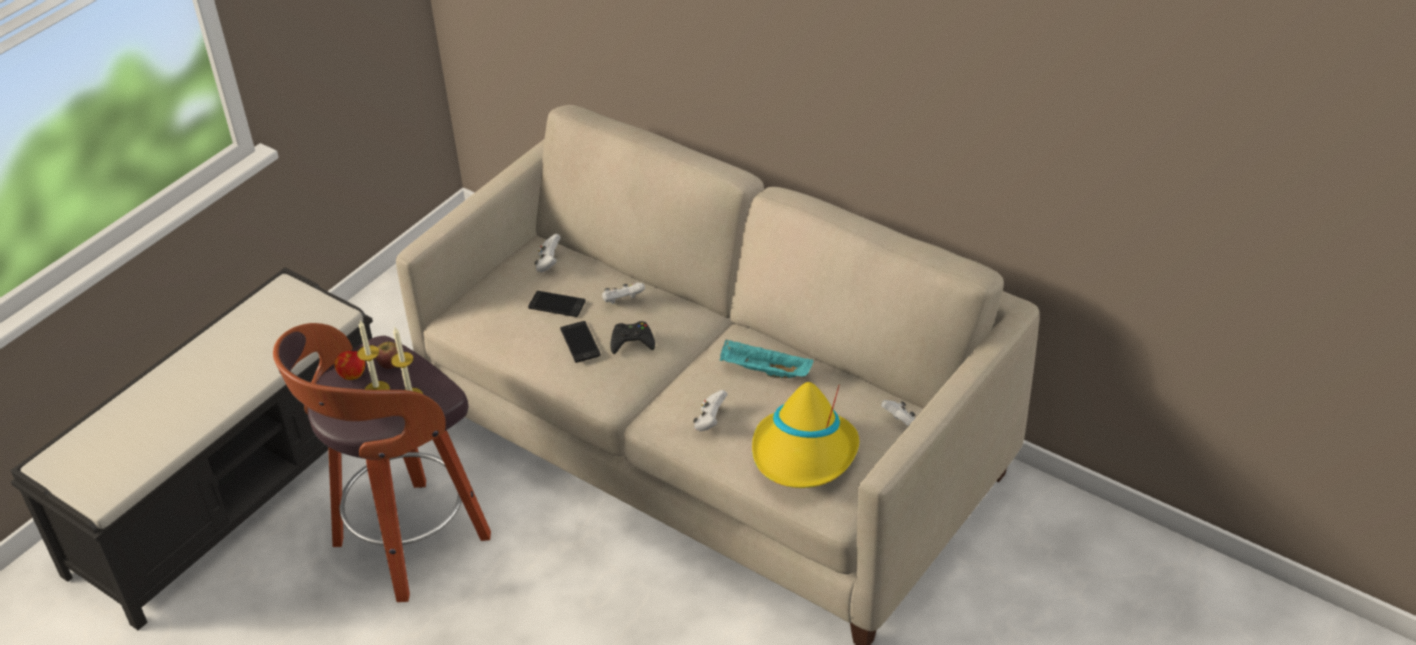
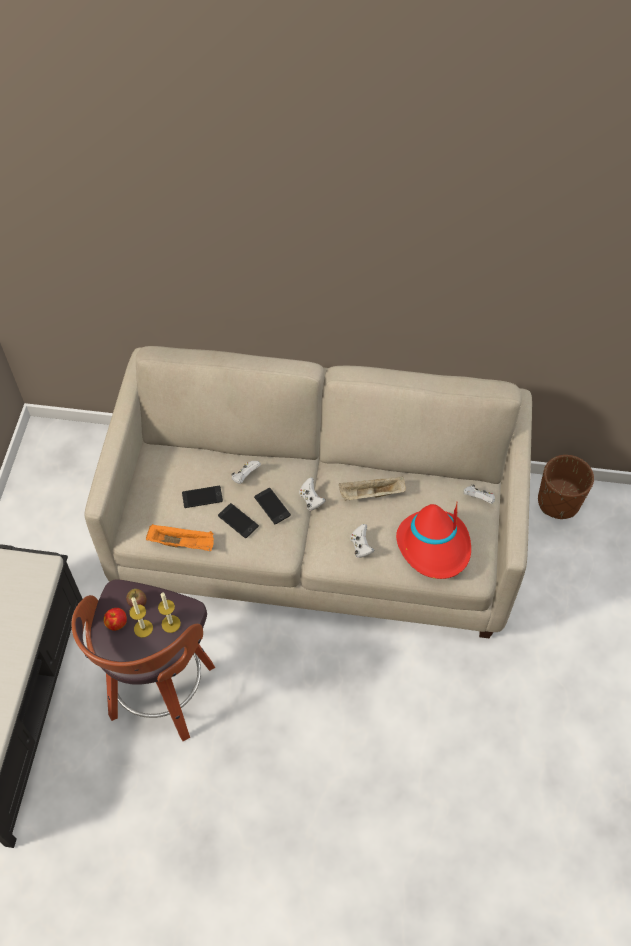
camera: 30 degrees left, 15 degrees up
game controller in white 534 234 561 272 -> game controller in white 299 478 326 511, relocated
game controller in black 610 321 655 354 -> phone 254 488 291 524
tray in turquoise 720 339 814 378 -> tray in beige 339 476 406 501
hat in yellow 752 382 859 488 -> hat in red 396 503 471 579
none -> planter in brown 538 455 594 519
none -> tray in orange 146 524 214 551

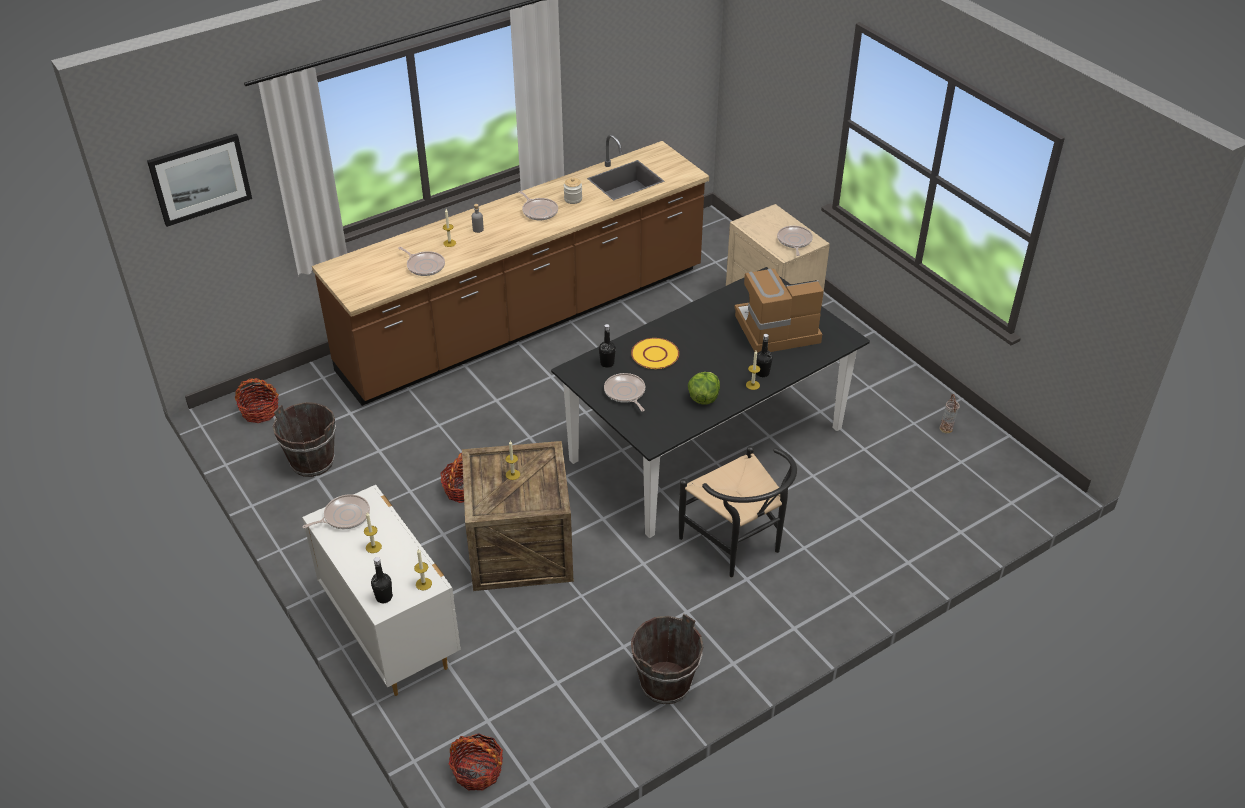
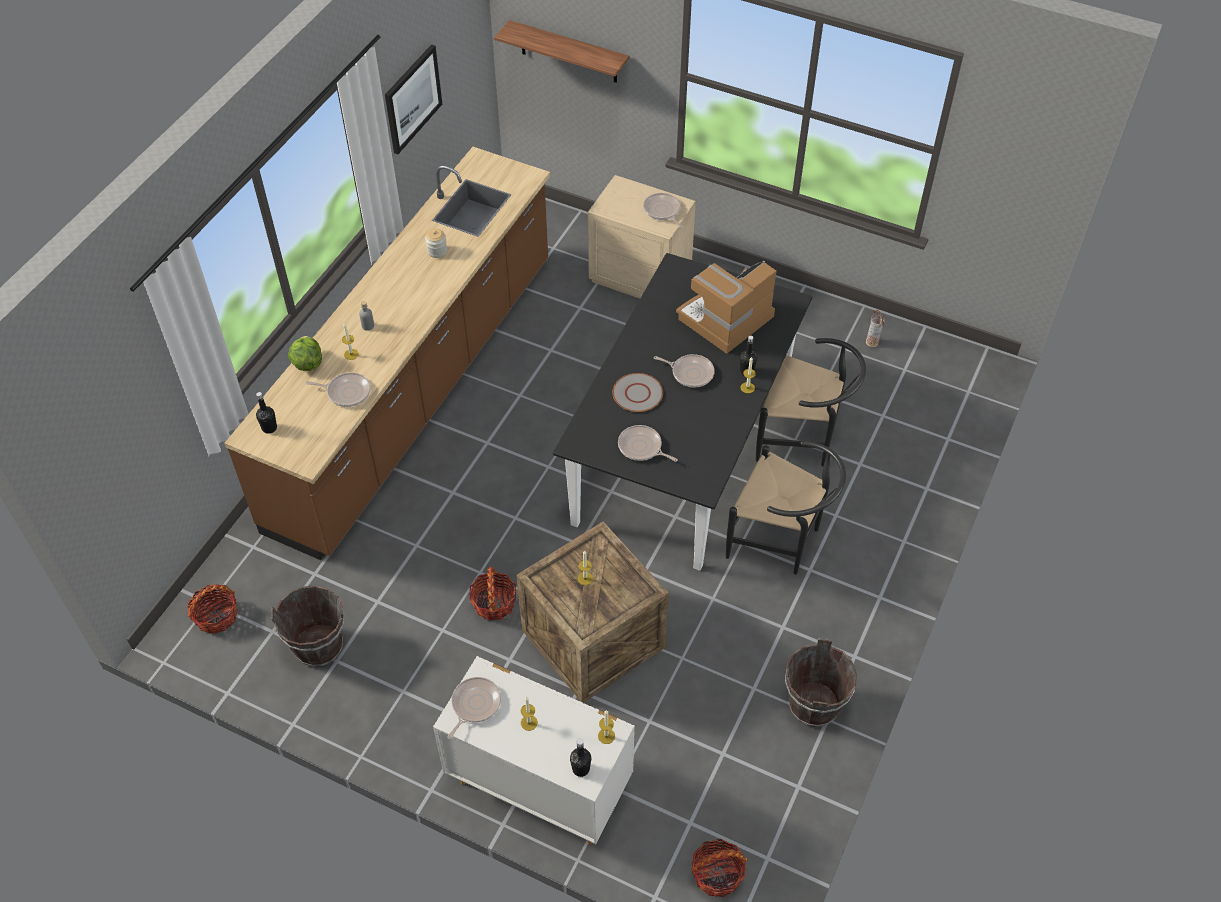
camera: 30 degrees left, 10 degrees up
picture 147 134 252 227 -> picture 385 44 442 154, relocated
frying pan 519 191 558 220 -> frying pan 654 354 715 388, relocated
bottle in black 599 324 616 368 -> bottle in black 256 392 277 434, relocated
plate in yellow 631 338 679 369 -> plate in grey 612 373 663 412
lettuce 688 372 720 405 -> lettuce 288 336 322 371, relocated
none -> shelf 494 20 629 83
none -> chair in black 755 338 866 467

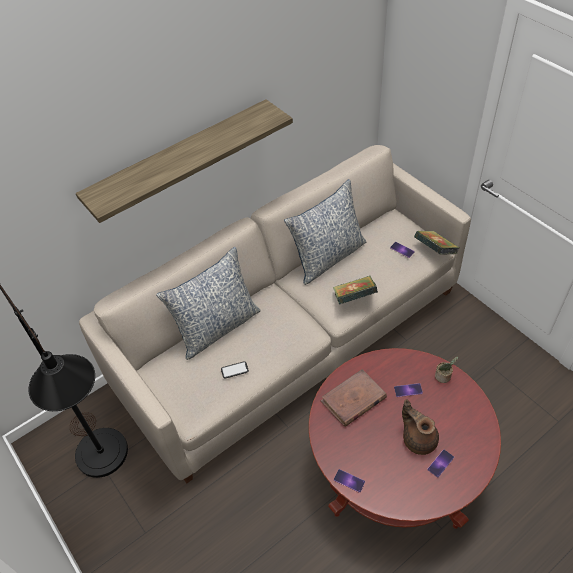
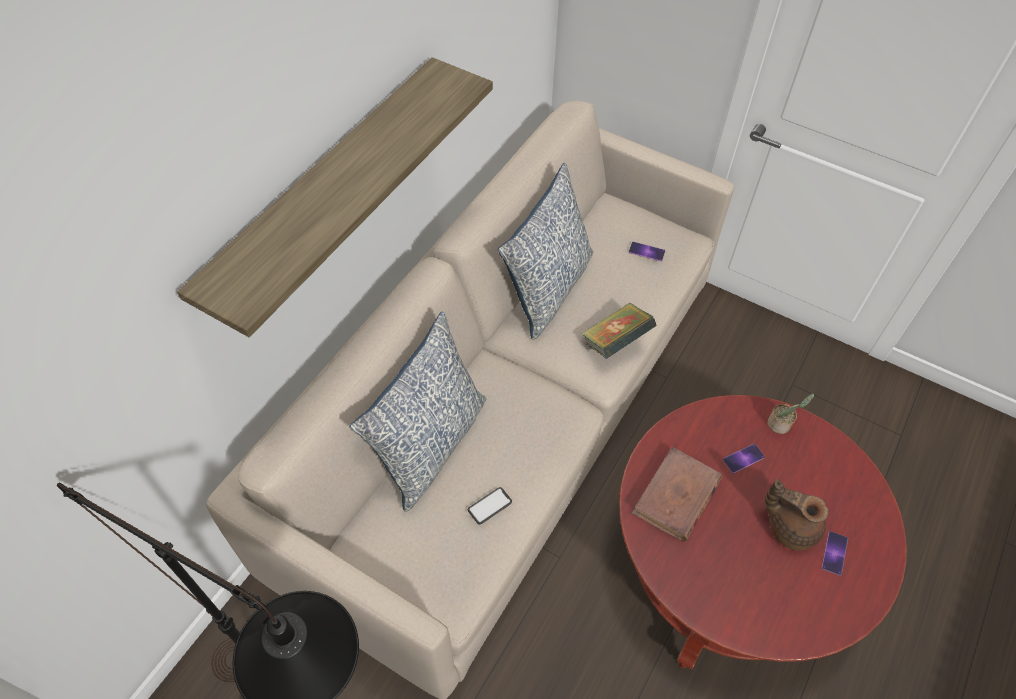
camera: 25 degrees left, 5 degrees up
book 414 231 459 255 -> none
phone 334 469 365 493 -> none

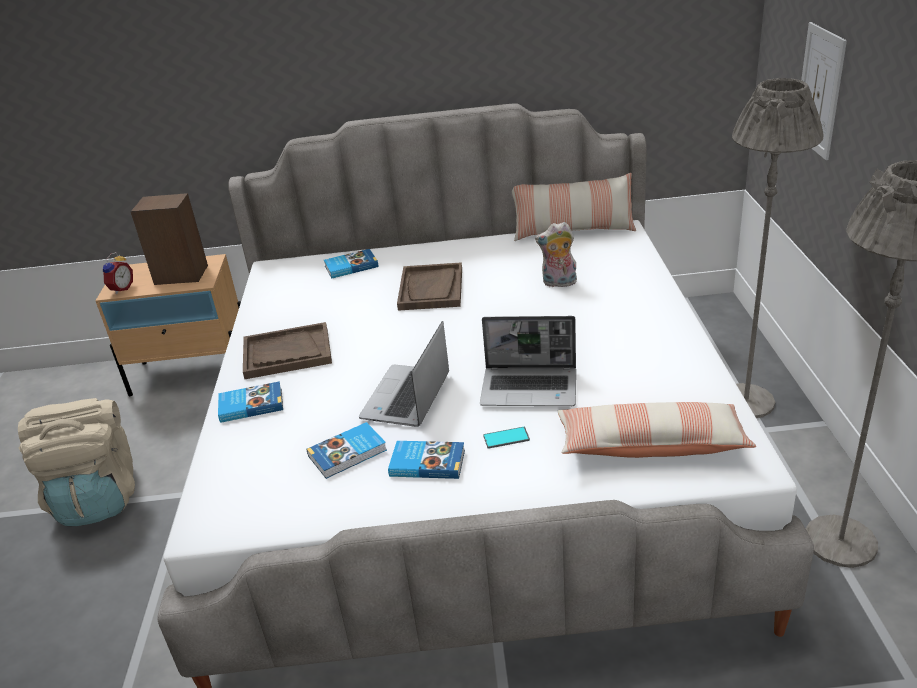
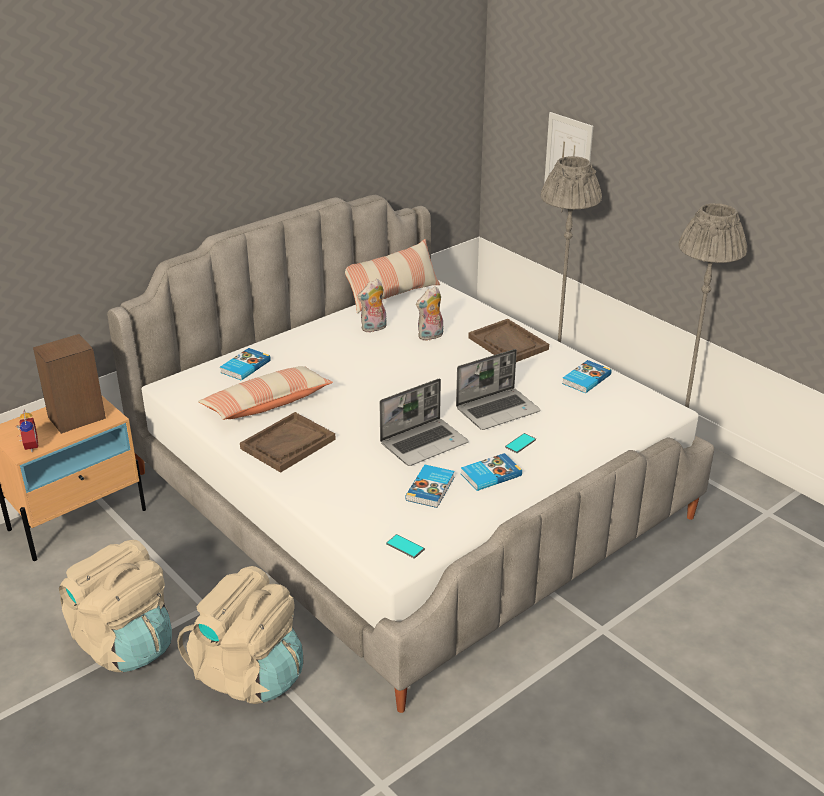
camera: 40 degrees left, 0 degrees up
tray in brown 397 262 462 311 -> tray in brown 468 319 549 362, relocated
laptop 359 321 449 427 -> laptop 379 378 469 466, 105 degrees counterclockwise
book 218 381 283 423 -> book 562 360 611 393, relocated
pillow 558 402 756 458 -> pillow 198 366 333 420, relocated
none -> plush toy 358 279 387 333
none -> phone 386 534 425 558
none -> backpack in beige 177 566 303 704

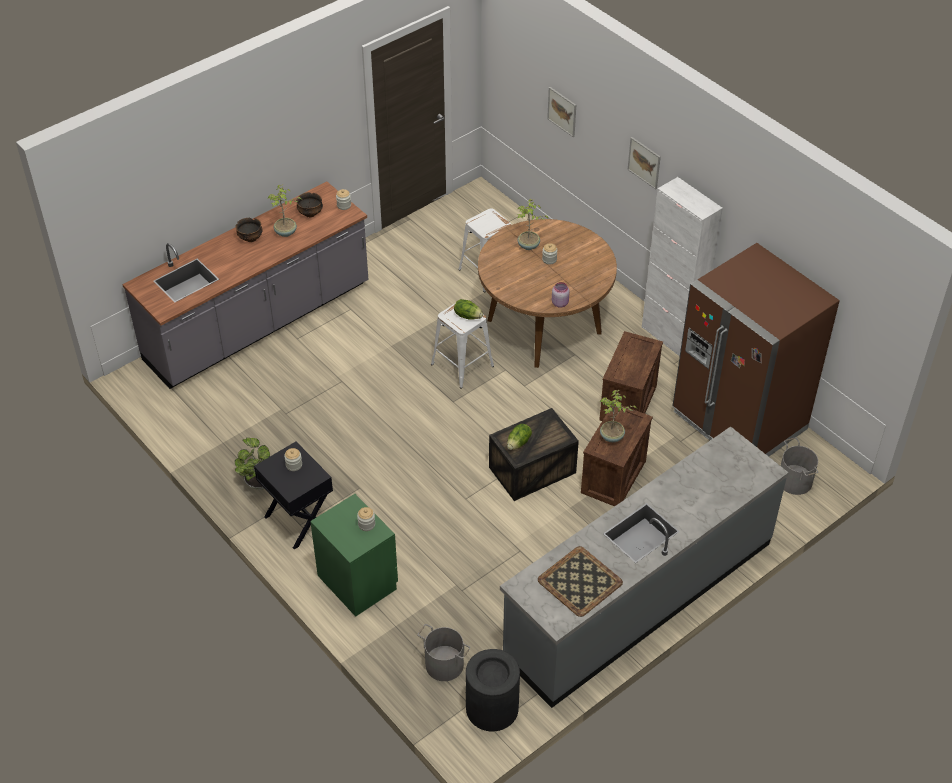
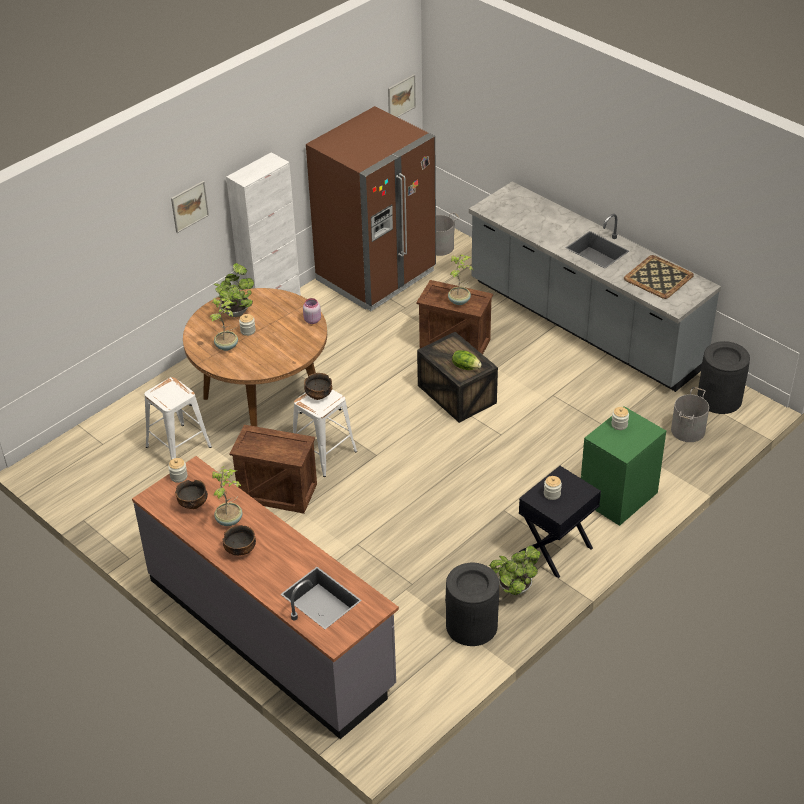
camera: 95 degrees left, 5 degrees down
picture 547 87 576 137 -> picture 388 74 416 117, relocated
lettuce 454 299 483 320 -> bowl 304 373 332 400
crate 599 331 663 421 -> crate 230 425 317 514, relocated
none -> potted plant 214 263 254 317
none -> trash can in black 445 563 499 646

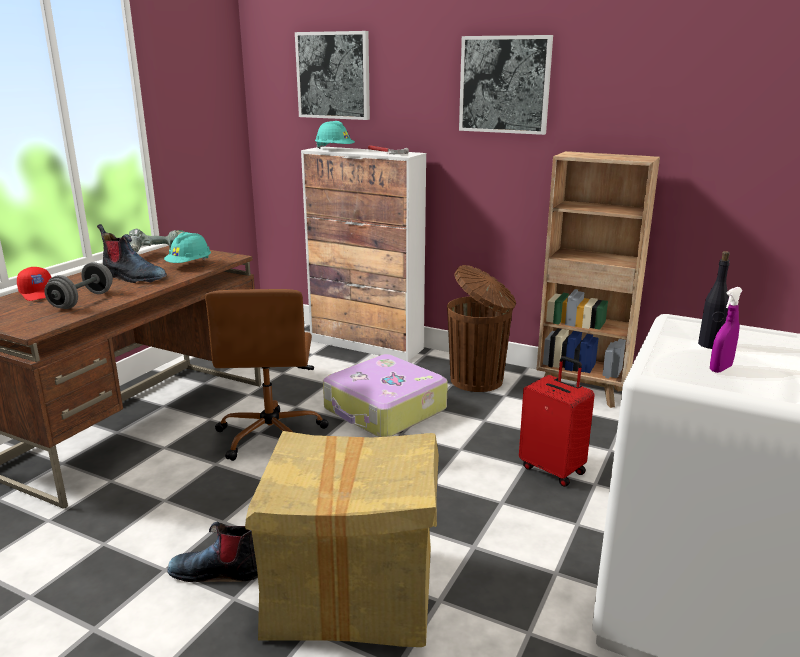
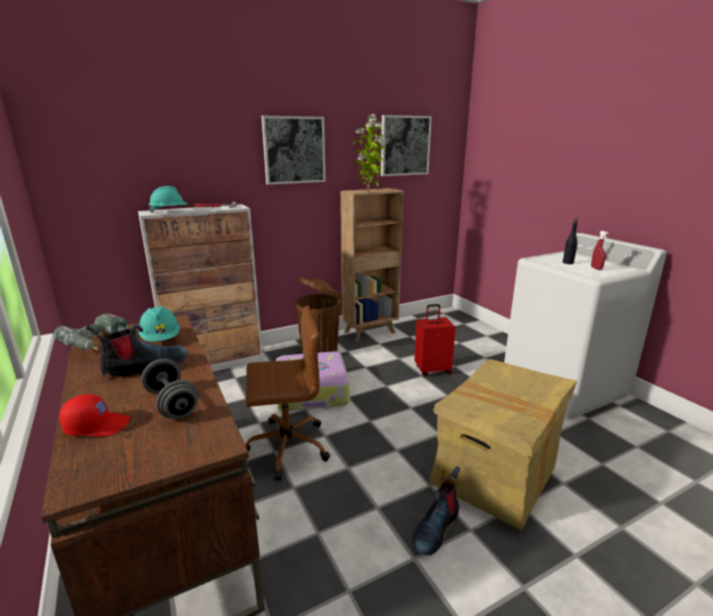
camera: 55 degrees left, 0 degrees up
picture 295 31 370 120 -> picture 381 115 432 176, relocated
spray bottle in purple 710 287 743 373 -> spray bottle in red 591 231 609 270
office chair in brown 205 289 328 461 -> office chair in brown 246 305 330 481, 45 degrees counterclockwise
none -> potted plant 353 114 386 190

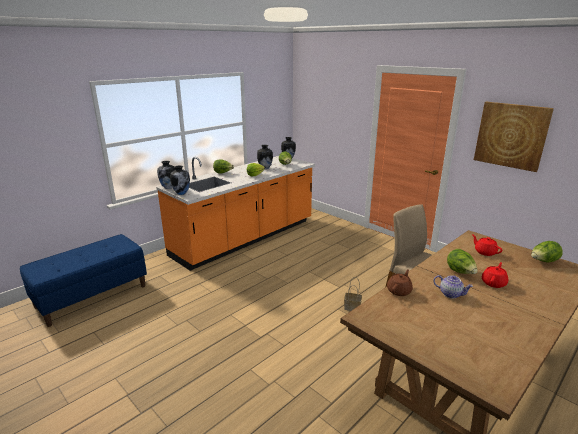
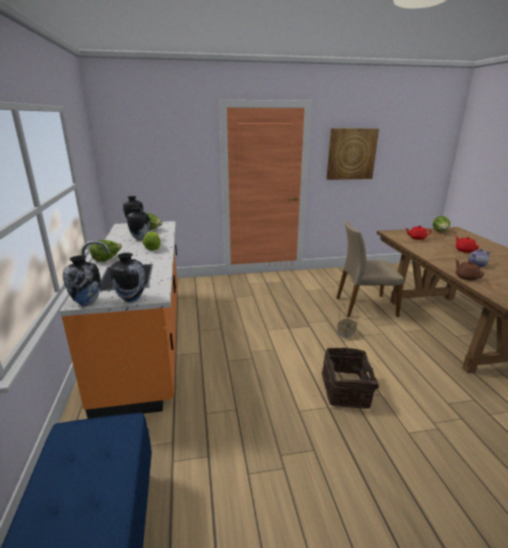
camera: 55 degrees left, 0 degrees up
lettuce 447 249 477 274 -> none
none -> basket 322 347 379 409

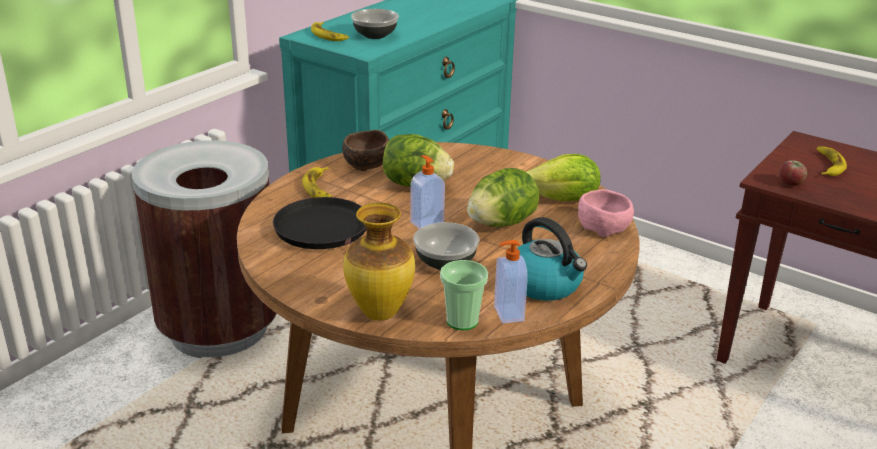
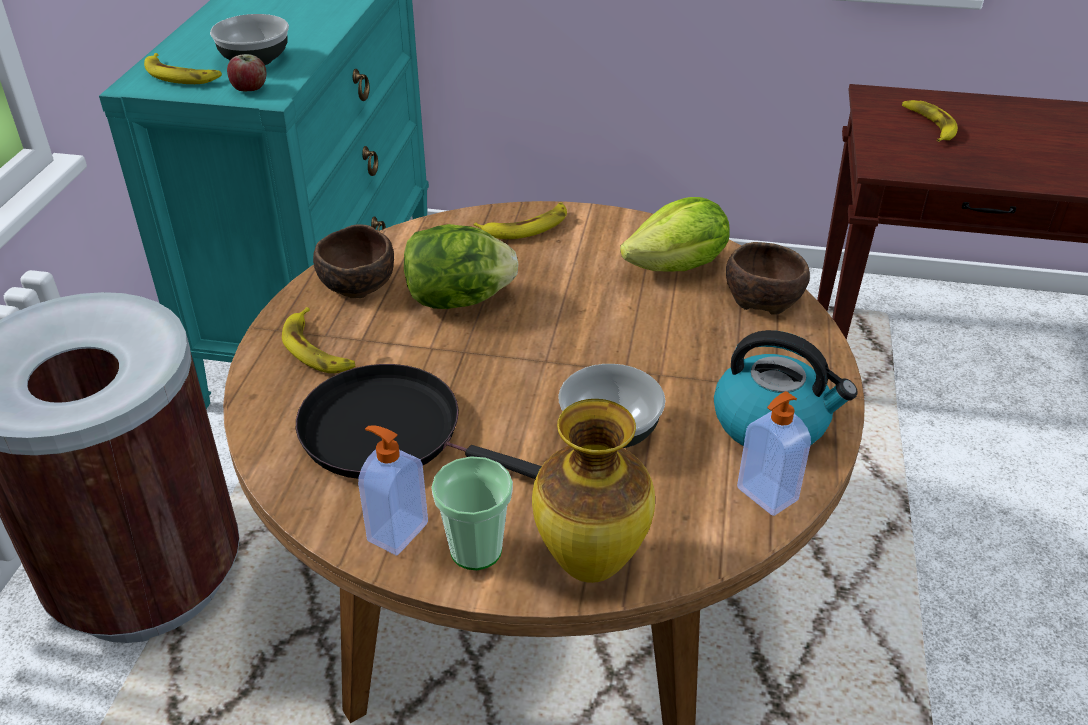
camera: 25 degrees left, 10 degrees up
soap dispenser 410 155 445 229 -> soap dispenser 358 425 428 556, relocated
apple 779 160 807 186 -> apple 227 54 267 91, relocated
lettuce 467 168 539 227 -> none
bowl in pink 578 189 634 237 -> bowl in brown 726 242 810 315
cup 440 260 488 330 -> cup 431 456 513 570, relocated
none -> banana 474 202 567 239

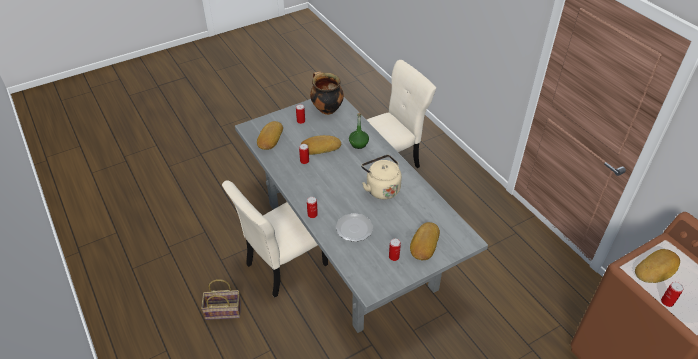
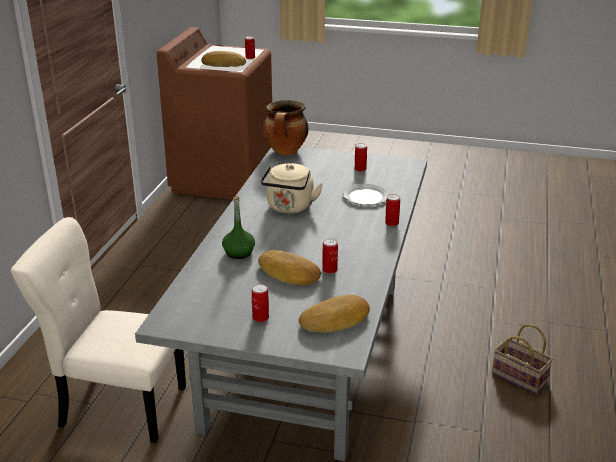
camera: 135 degrees left, 15 degrees down
cooking pot 310 71 344 115 -> cooking pot 263 100 308 155, relocated
chair in beige 222 180 328 298 -> none
bread 410 222 440 260 -> none

